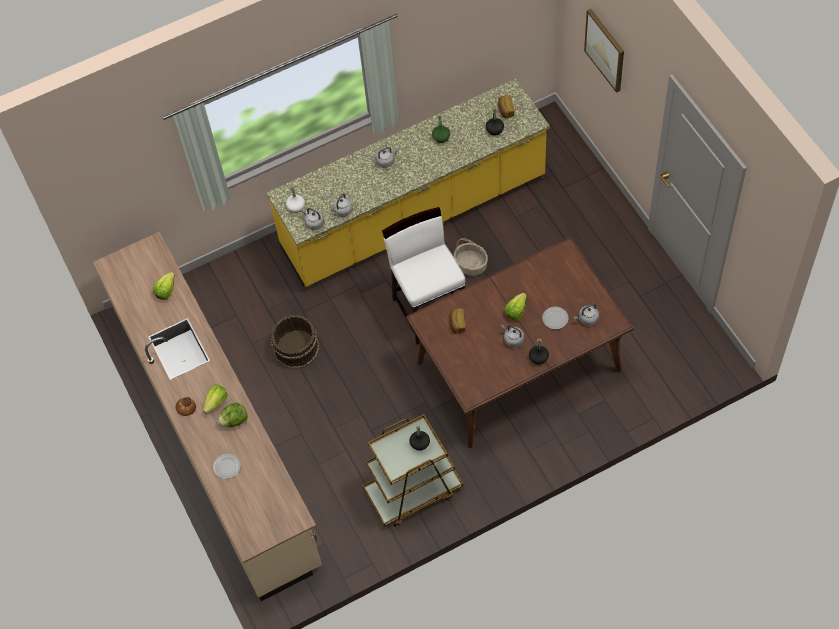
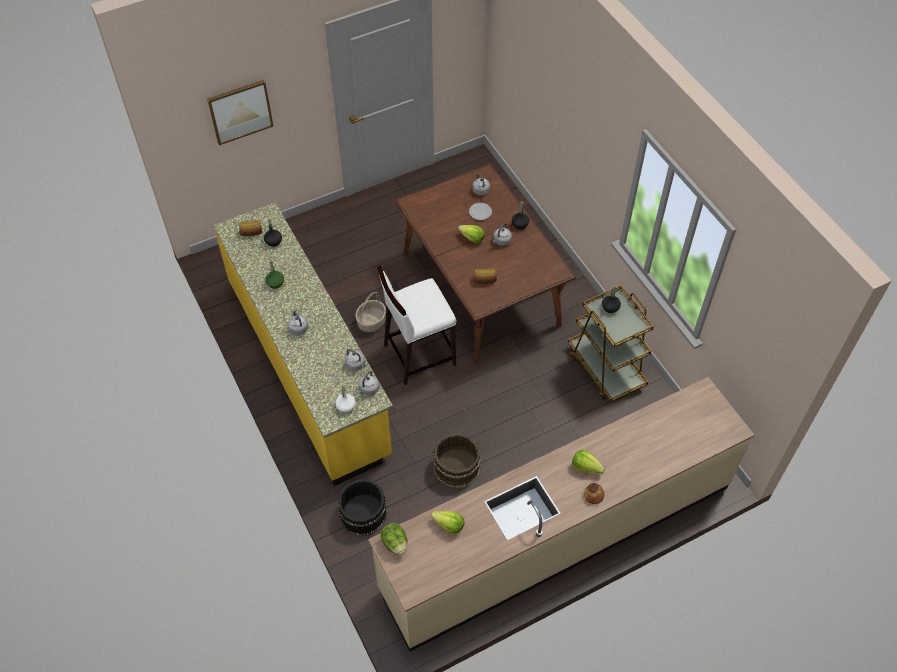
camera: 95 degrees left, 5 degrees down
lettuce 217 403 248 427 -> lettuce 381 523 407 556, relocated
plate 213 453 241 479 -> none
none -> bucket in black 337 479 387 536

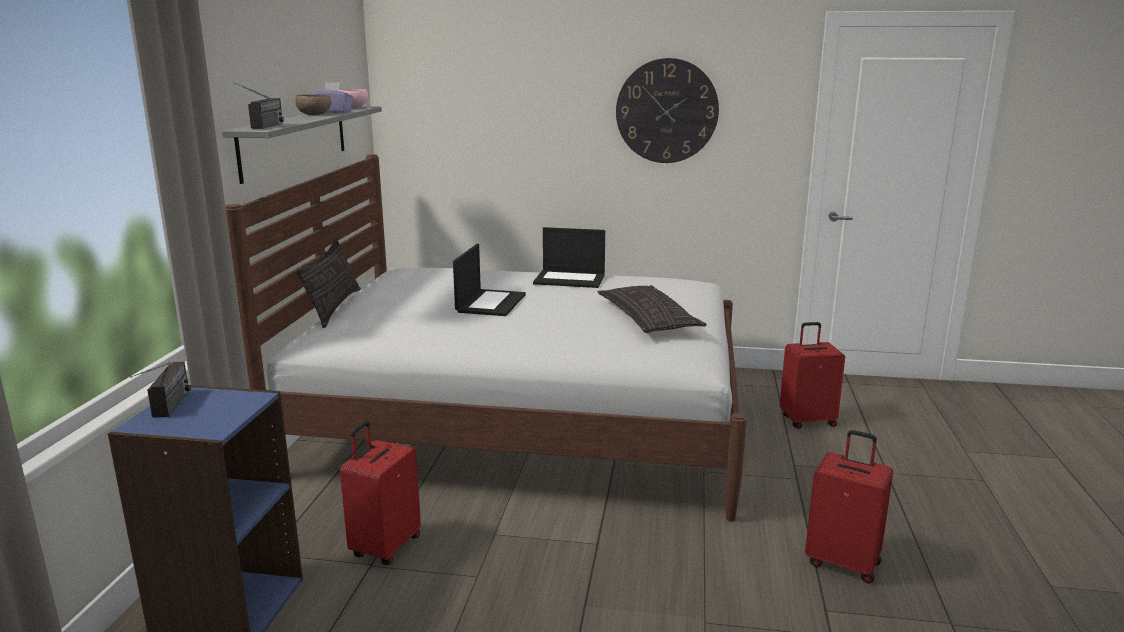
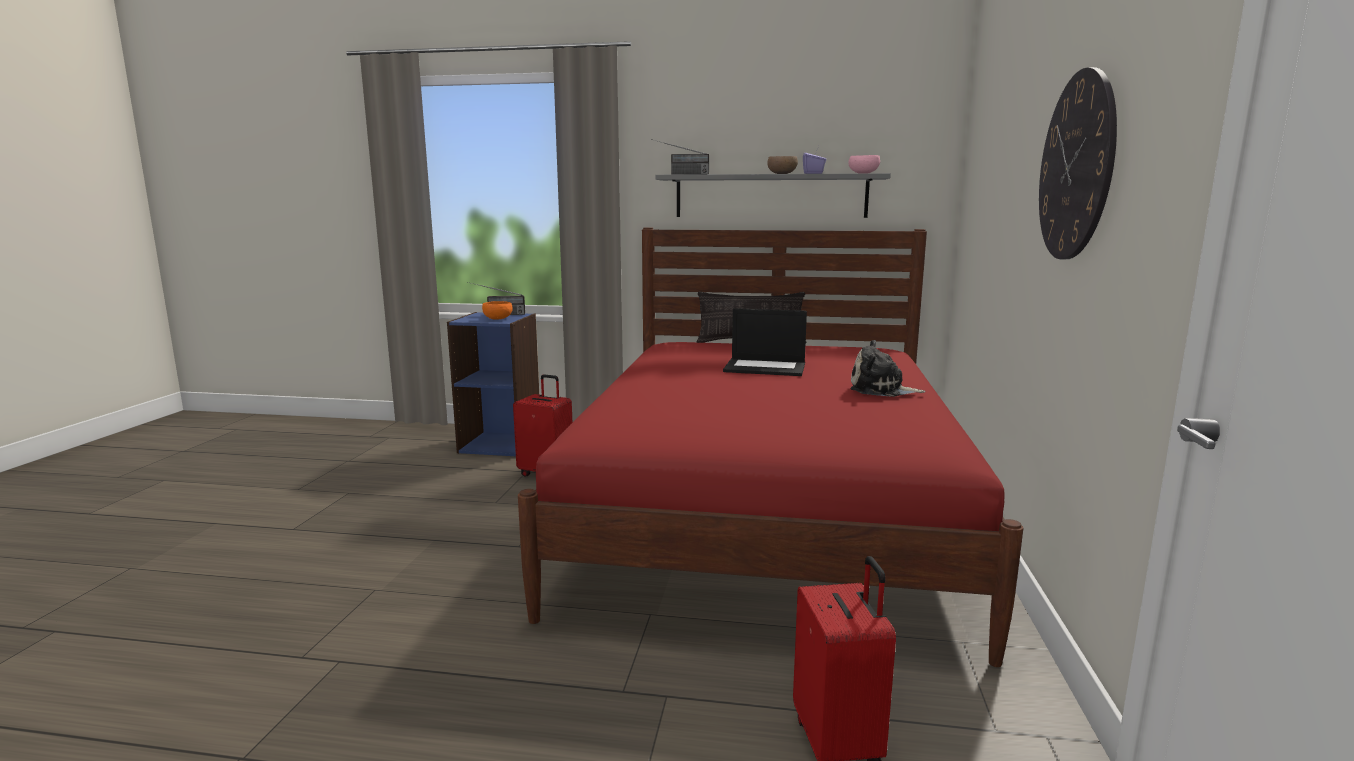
camera: 90 degrees right, 5 degrees down
bed in white 225 154 747 522 -> bed in red 518 227 1023 667
laptop 533 227 605 288 -> plush toy 850 340 926 397
pillow 597 285 707 333 -> none
suitcase in red 805 430 893 584 -> none
none -> bowl in orange 482 301 513 320

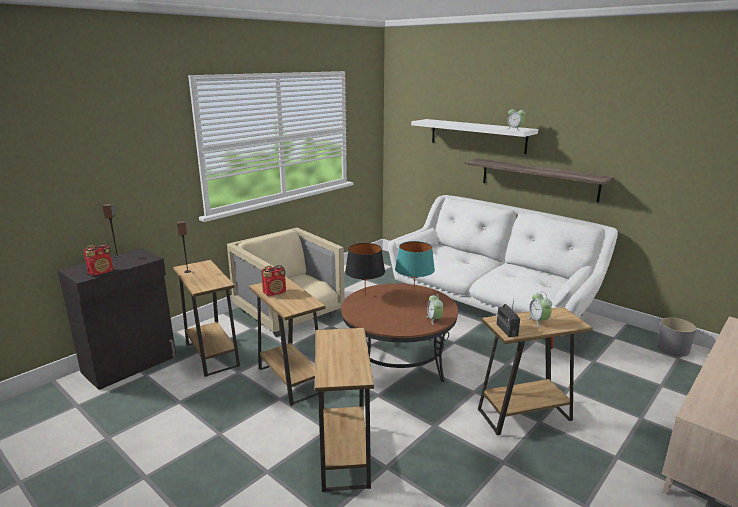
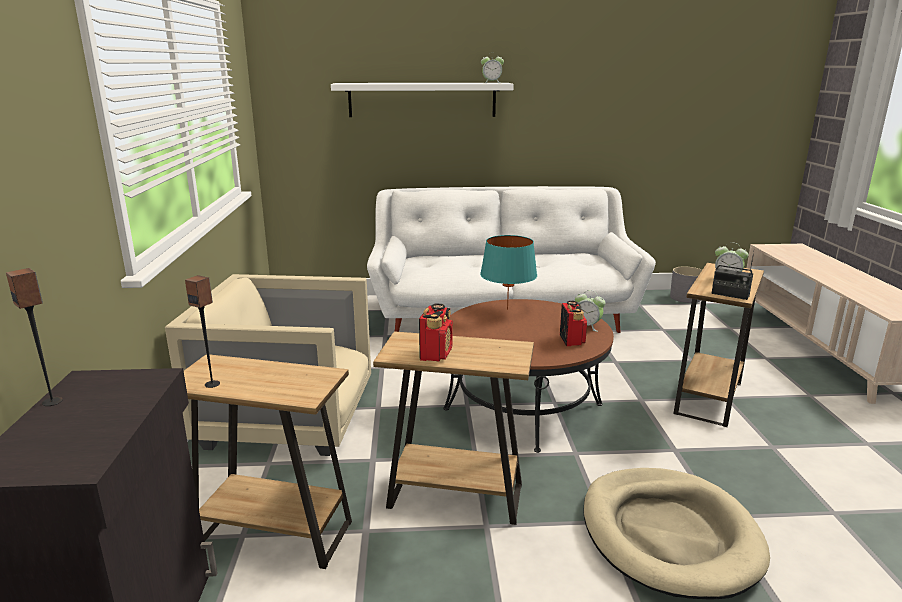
camera: 45 degrees left, 0 degrees up
shelf 464 158 614 203 -> none
table lamp in black 345 243 385 296 -> none
radio 83 244 113 276 -> radio 560 301 587 346, relocated
side table in brown 315 328 374 492 -> dog bed in beige 583 468 770 600

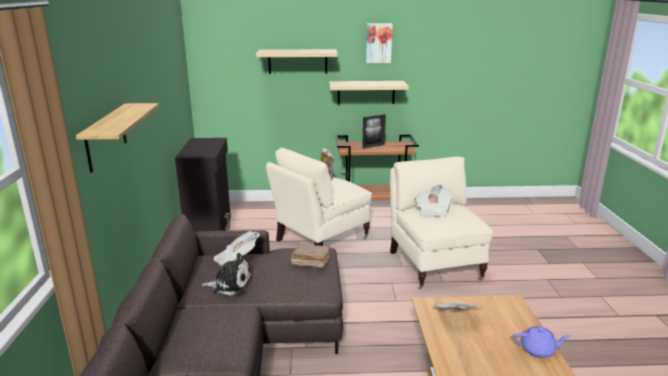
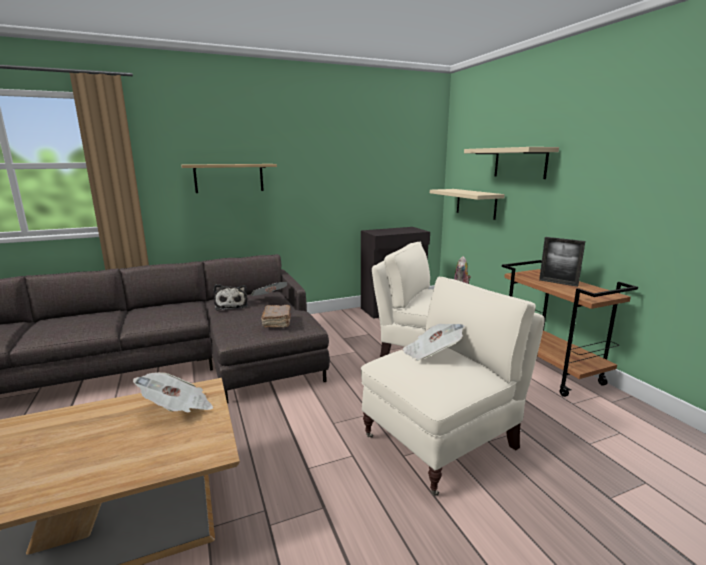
camera: 70 degrees right, 5 degrees down
picture 366 23 393 63 -> none
shelf in beige 329 81 409 105 -> shelf in beige 430 189 505 220, relocated
teapot in purple 514 326 570 358 -> none

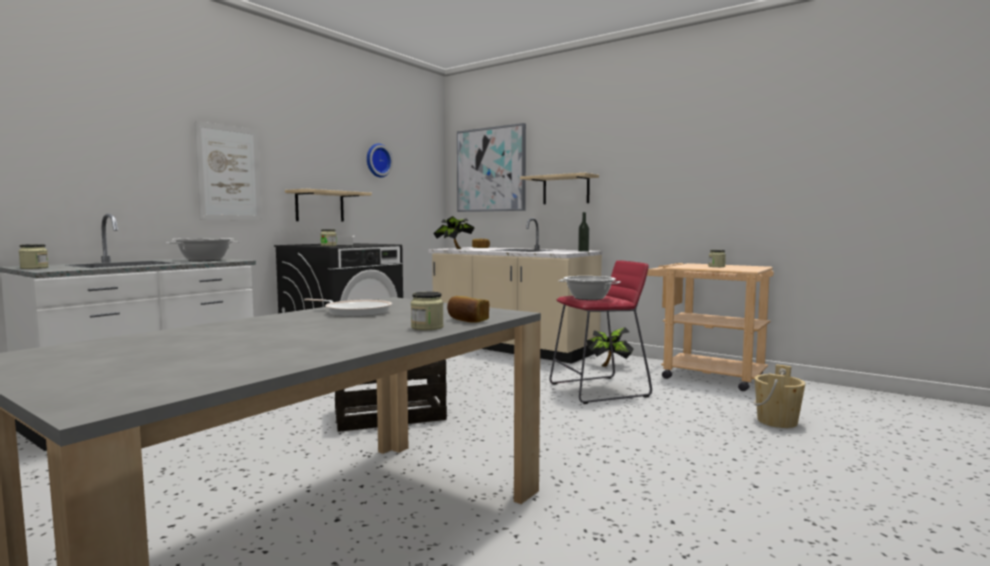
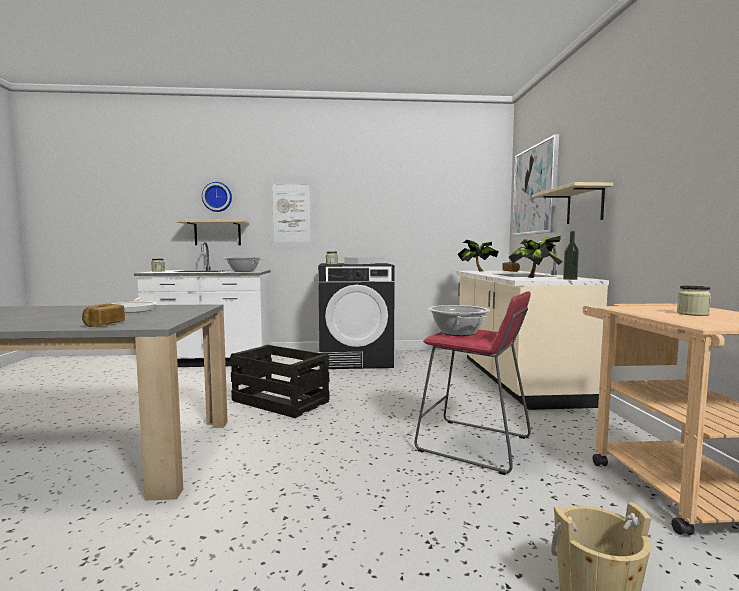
camera: 50 degrees right, 0 degrees up
wall clock 367 144 393 177 -> wall clock 202 182 232 212, relocated
shelf in beige 285 189 372 221 -> shelf in beige 175 220 249 245, relocated
jar 411 292 444 330 -> none
potted plant 587 327 634 367 -> potted plant 509 236 563 278, relocated

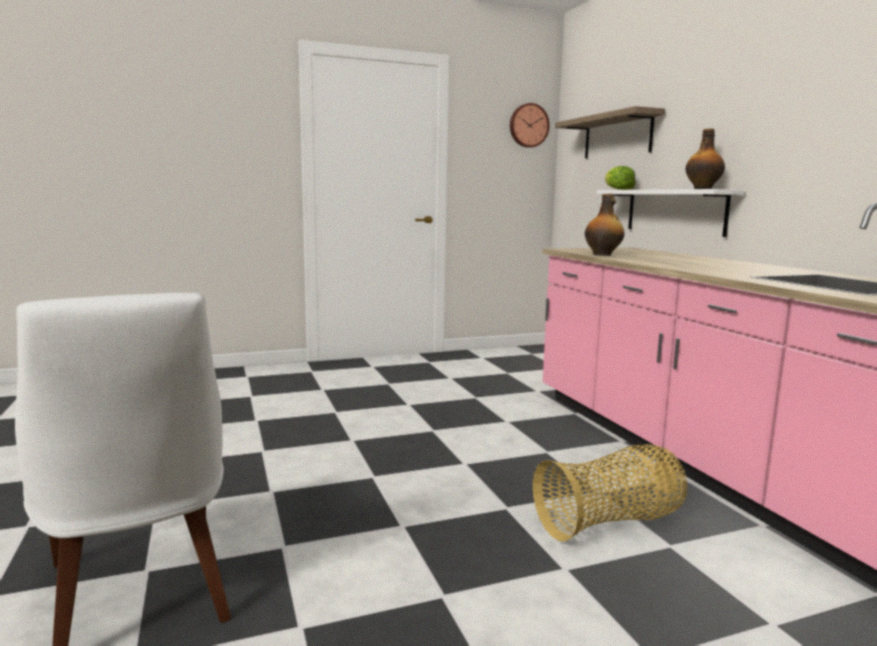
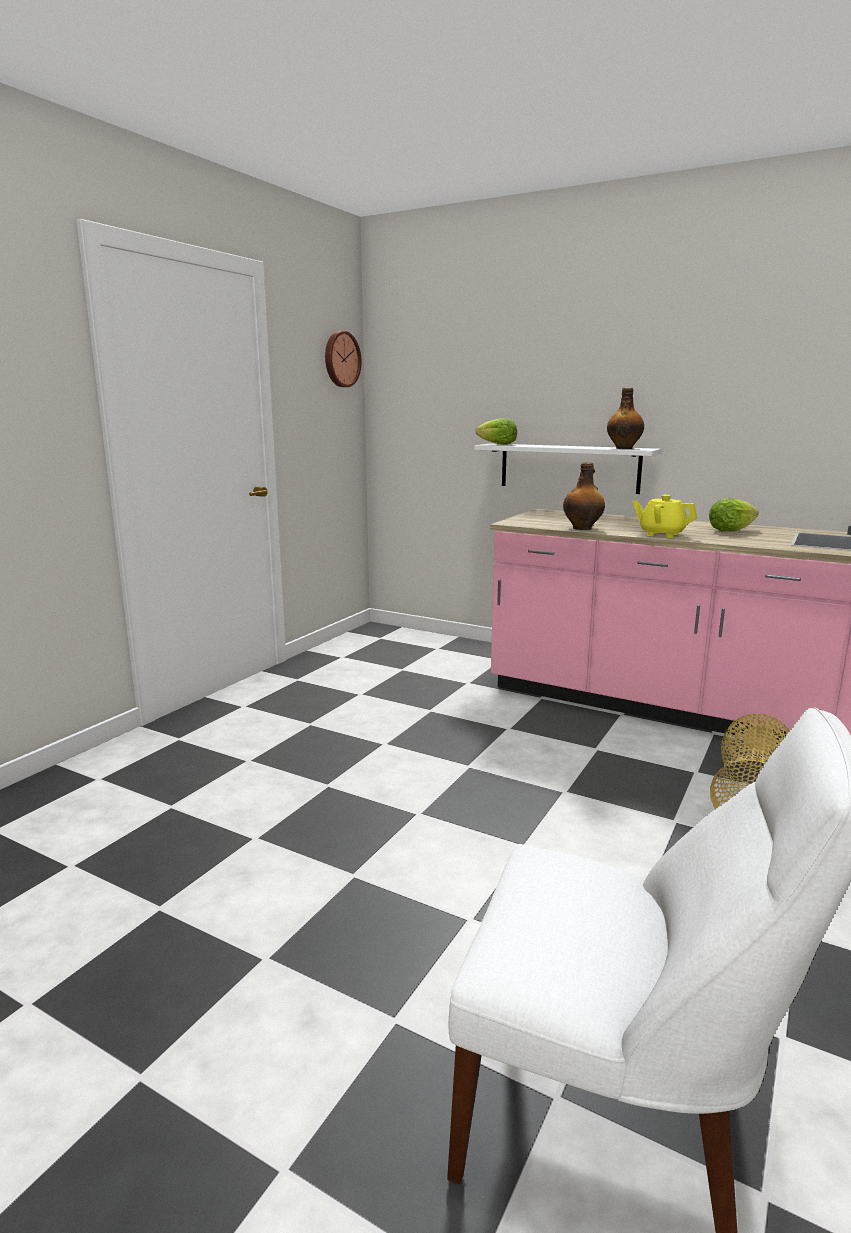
camera: 40 degrees left, 5 degrees up
shelf 555 106 665 158 -> none
none -> teapot in yellow 632 495 697 538
none -> lettuce 709 498 759 531

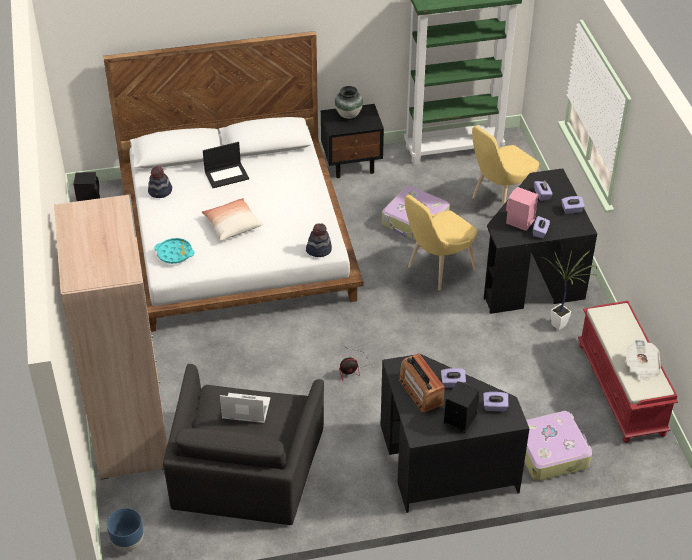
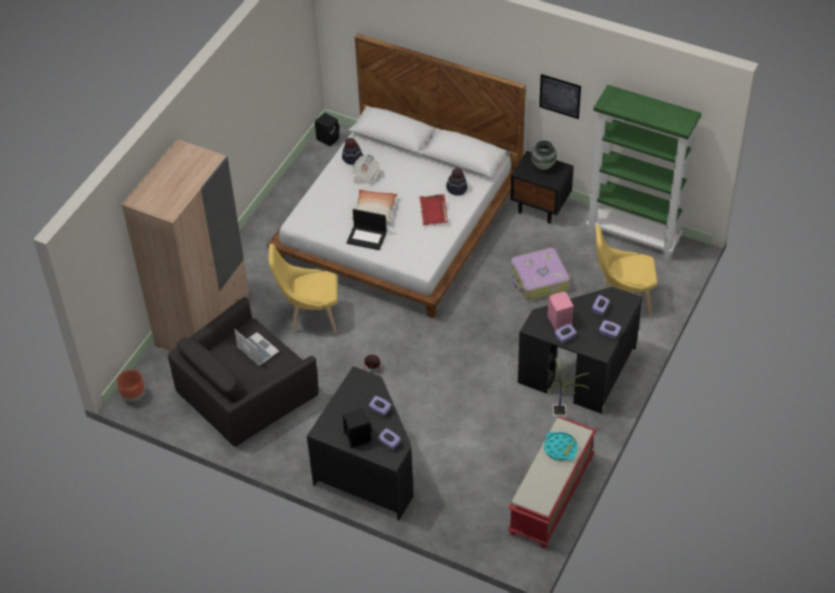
camera: 40 degrees right, 5 degrees up
laptop 203 142 249 188 -> laptop 346 209 387 250, relocated
chair in yellow 405 195 477 291 -> chair in yellow 269 244 338 333, relocated
hat 306 223 332 257 -> hat 446 168 468 195, relocated
tray in turquoise 154 238 195 264 -> tray in turquoise 544 432 578 461, relocated
newspaper 625 339 661 383 -> newspaper 352 154 379 184, relocated
radio 399 353 445 413 -> none
suitcase 524 411 592 481 -> none
planter in blue 107 508 143 551 -> planter in brown 117 370 145 402
none -> picture 539 74 581 119
none -> tray in red 419 194 448 225

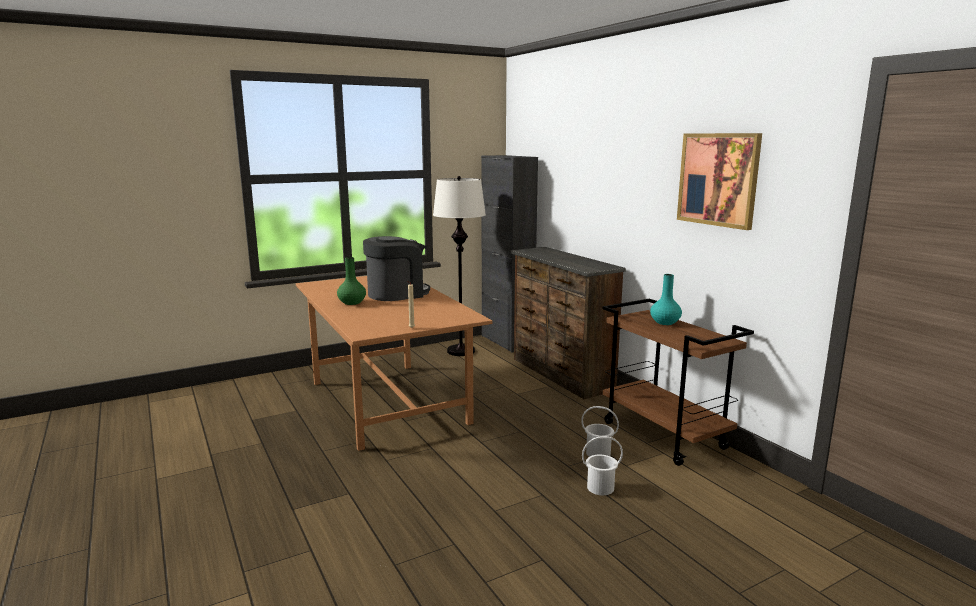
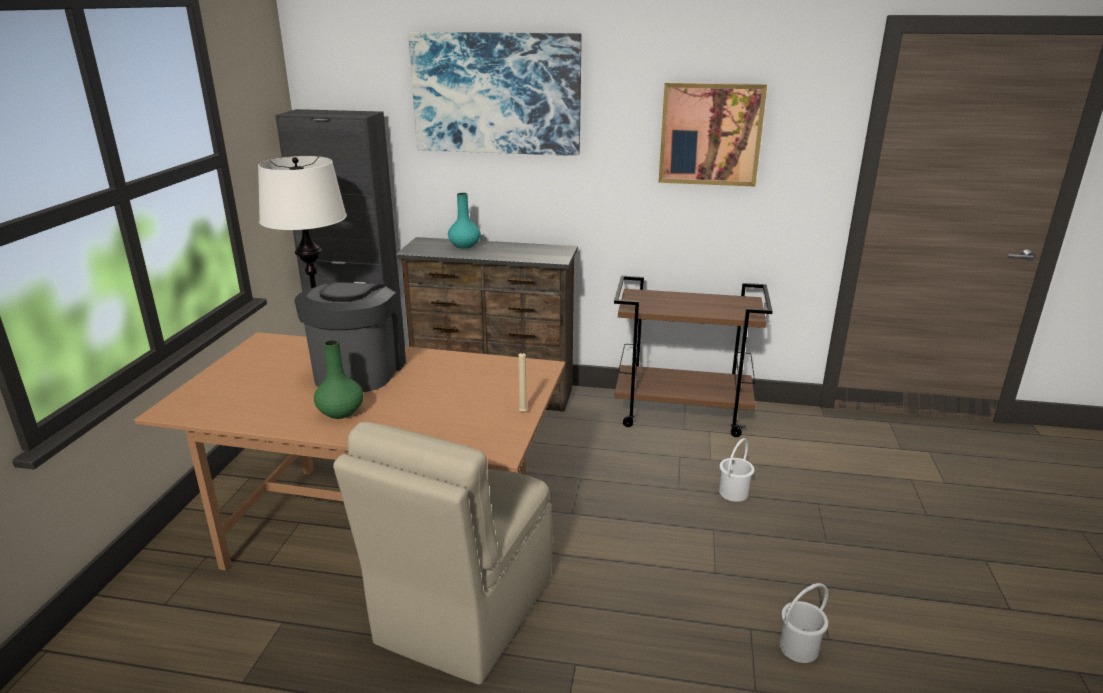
camera: 50 degrees left, 10 degrees up
vase in turquoise 650 274 682 325 -> vase in turquoise 448 193 481 249, relocated
bucket in white 581 406 619 457 -> bucket in white 780 583 828 663, relocated
none -> picture 408 32 582 156
none -> chair in beige 333 422 553 685

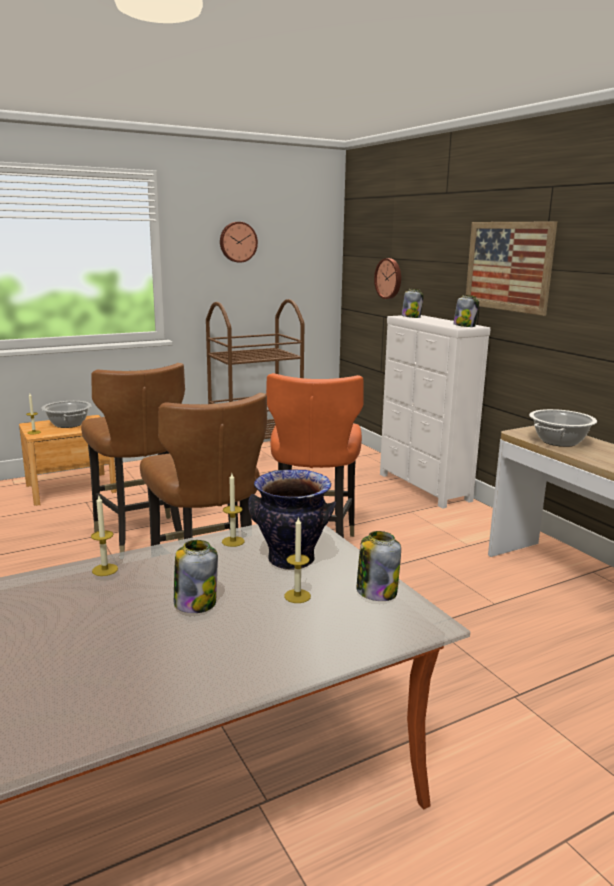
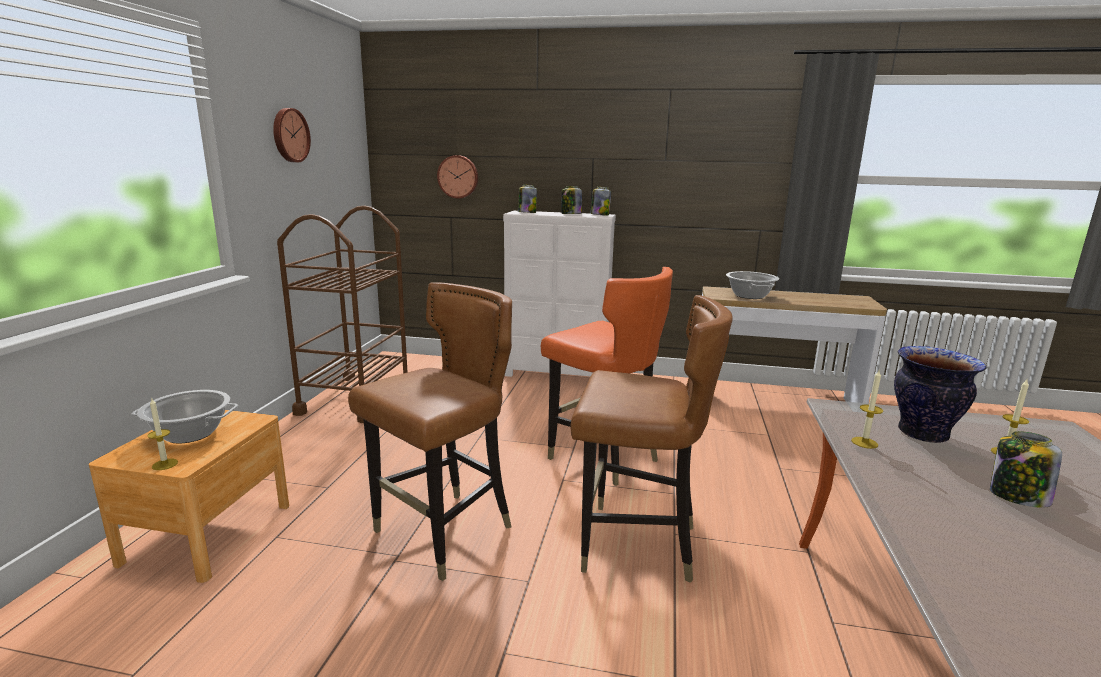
camera: 50 degrees left, 0 degrees up
picture 466 221 557 316 -> none
chair in brown 81 363 185 552 -> chair in brown 348 282 512 581, 60 degrees counterclockwise
candle 91 496 118 576 -> none
jar 356 531 401 601 -> jar 561 186 582 214, relocated

